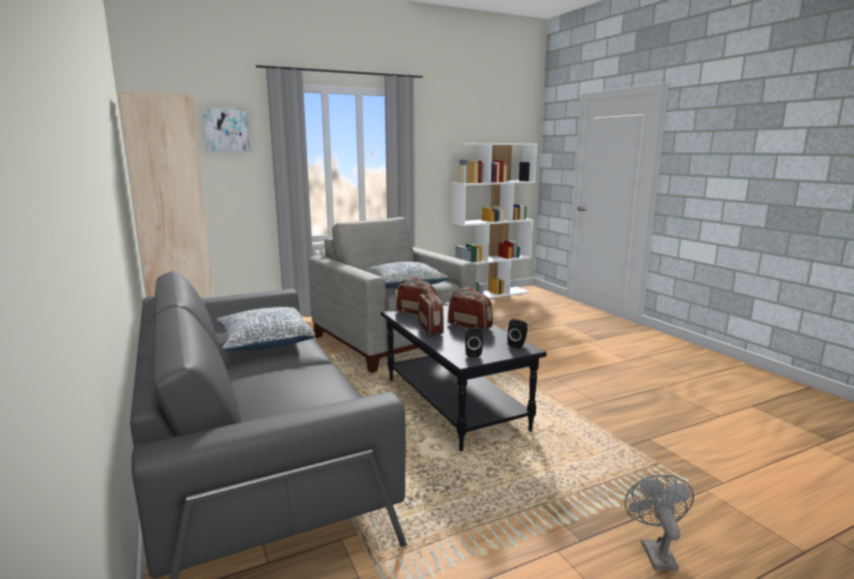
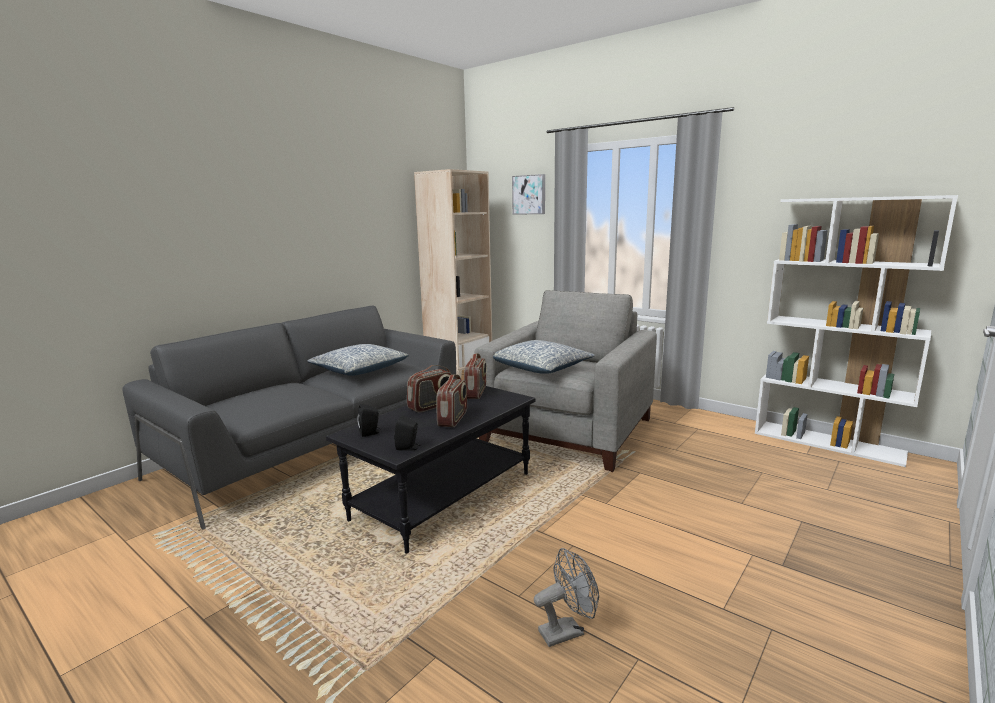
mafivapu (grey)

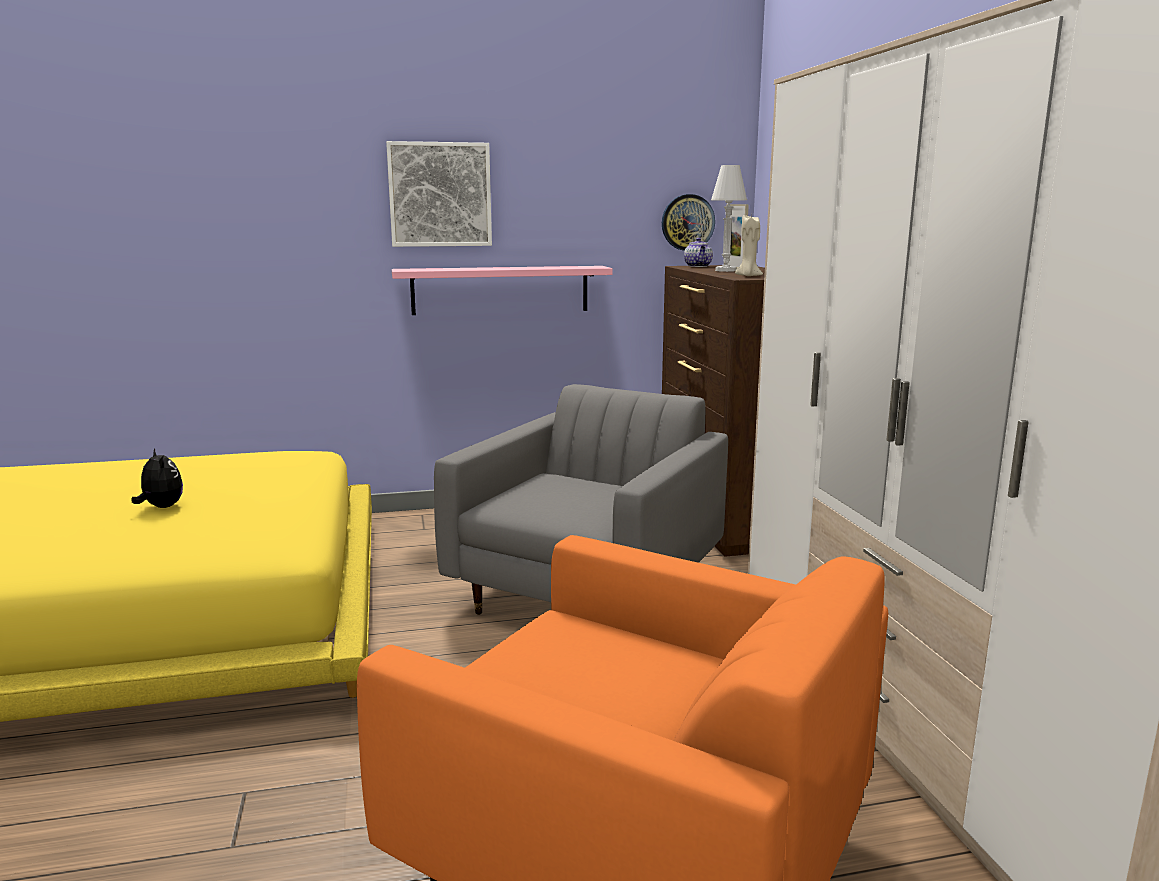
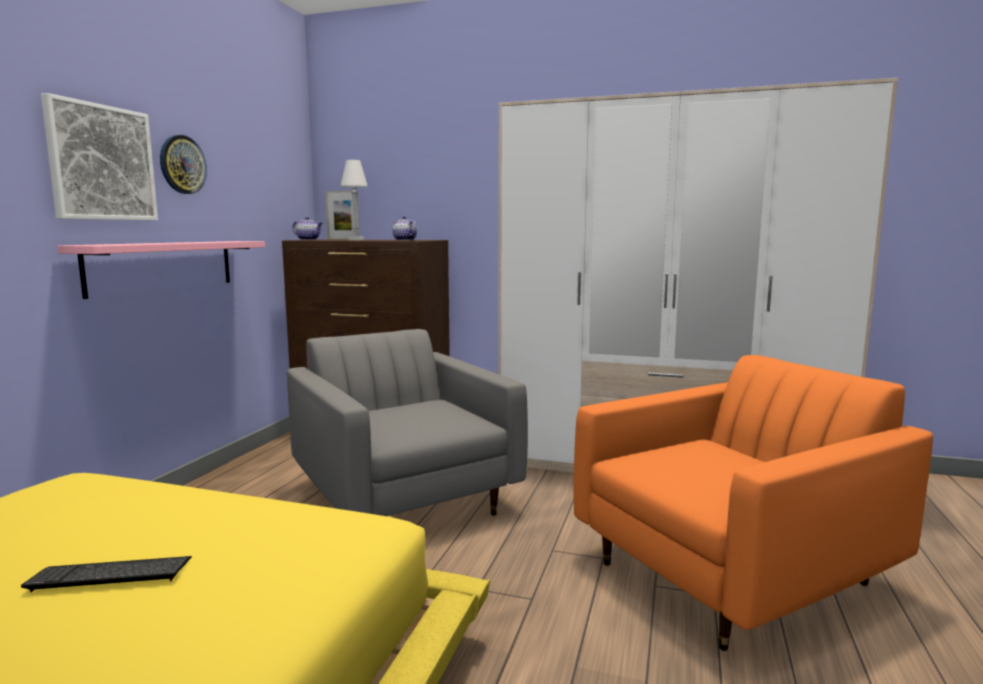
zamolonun
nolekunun
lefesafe (no. 2 from left)

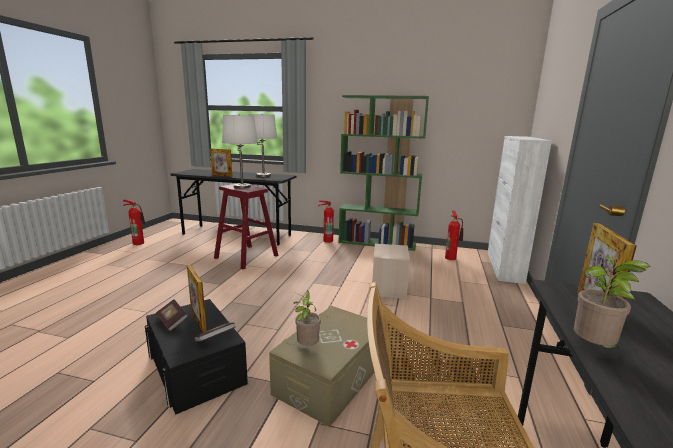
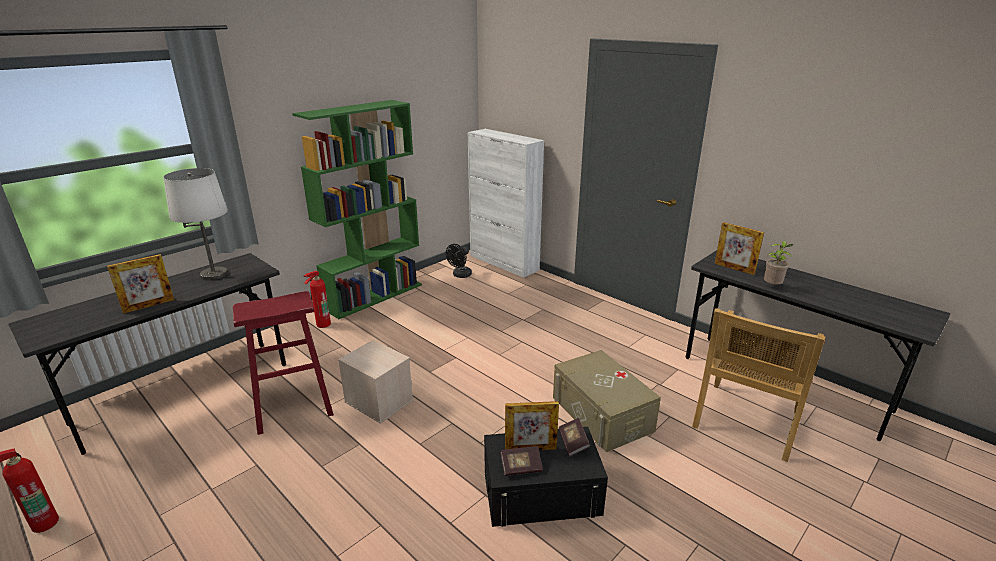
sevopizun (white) (no. 1 from left in the first image)
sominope (no. 1 from left in the first image)
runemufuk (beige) (no. 1 from left)
mafivapu (black)

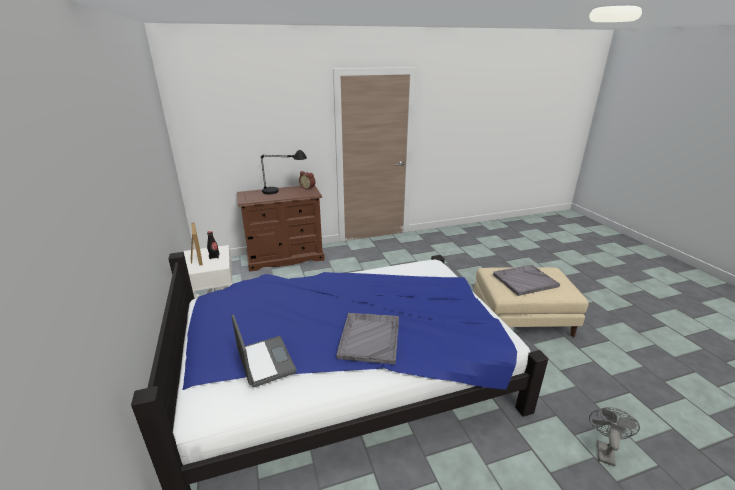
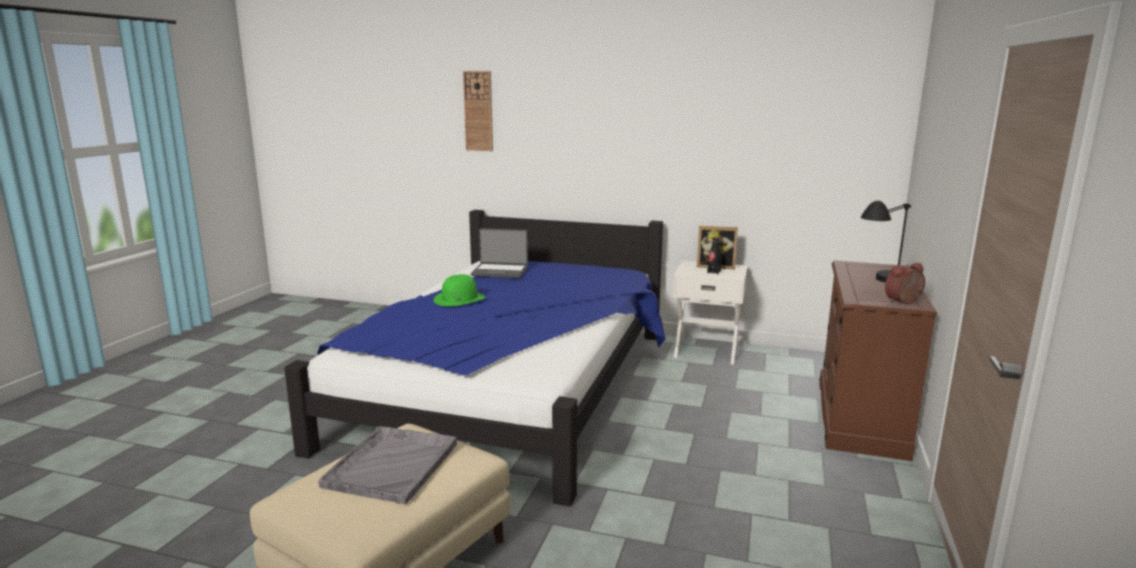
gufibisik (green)
mafivapu (grey)
nolekunun

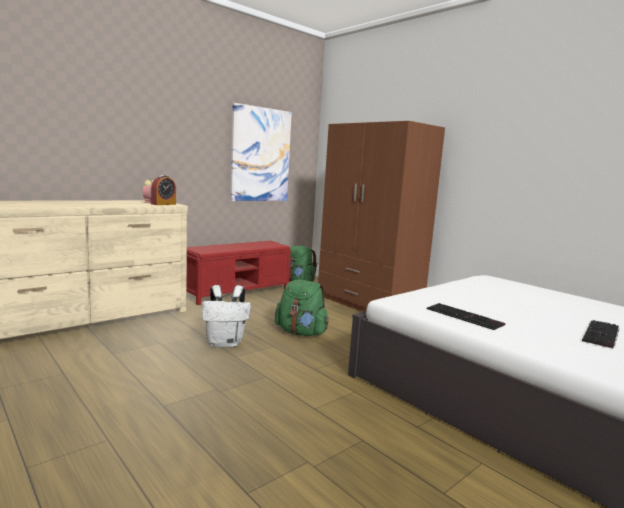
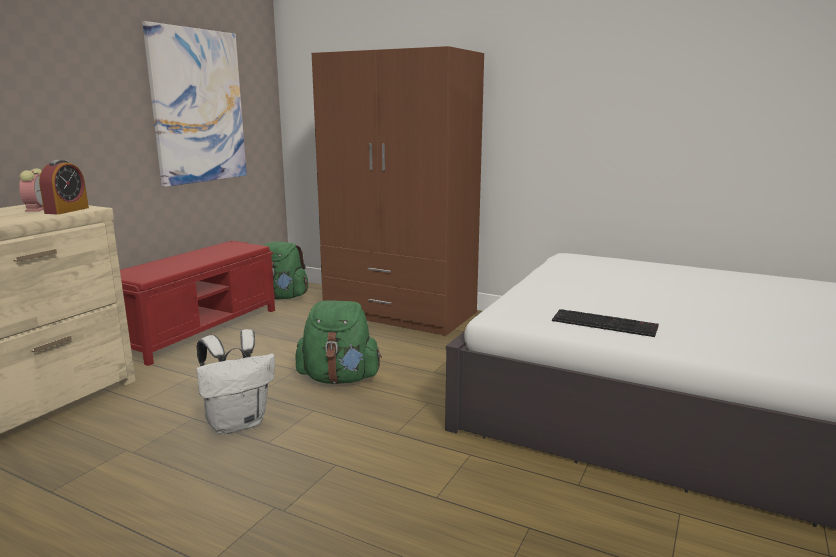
zamolonun (no. 2 from left in the first image)

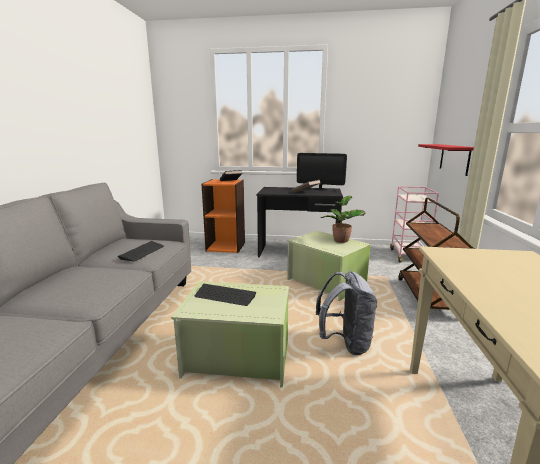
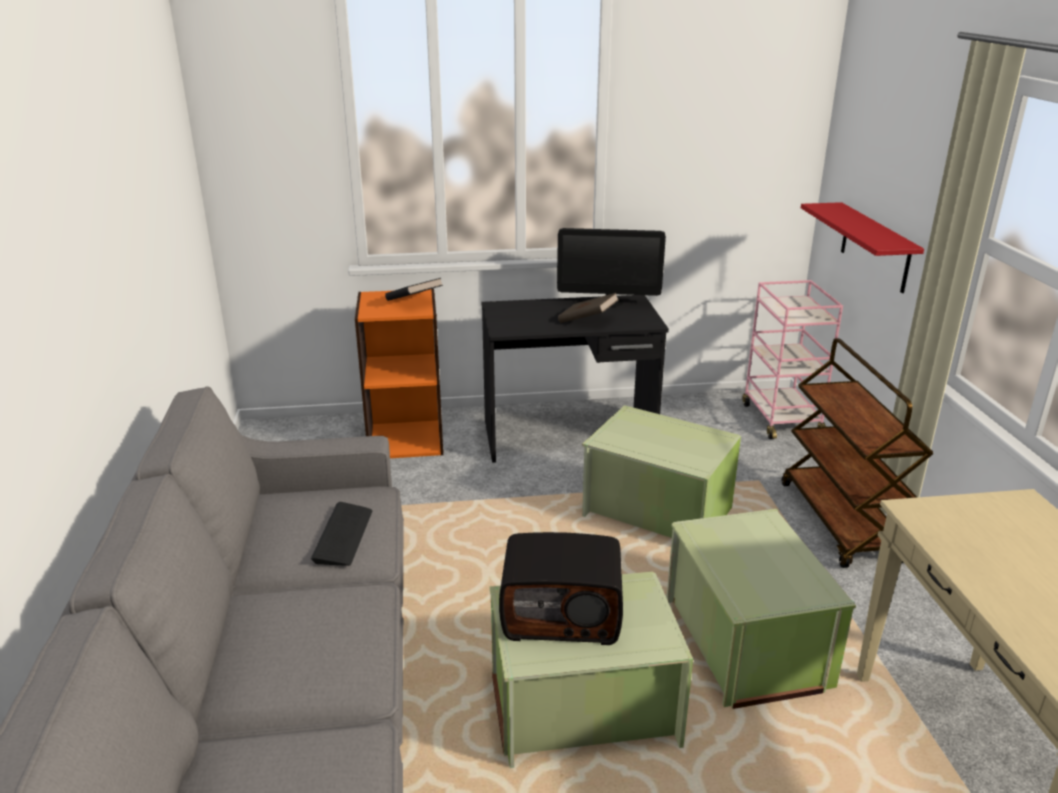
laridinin
runemufuk (green) (no. 3 from left)
sominope

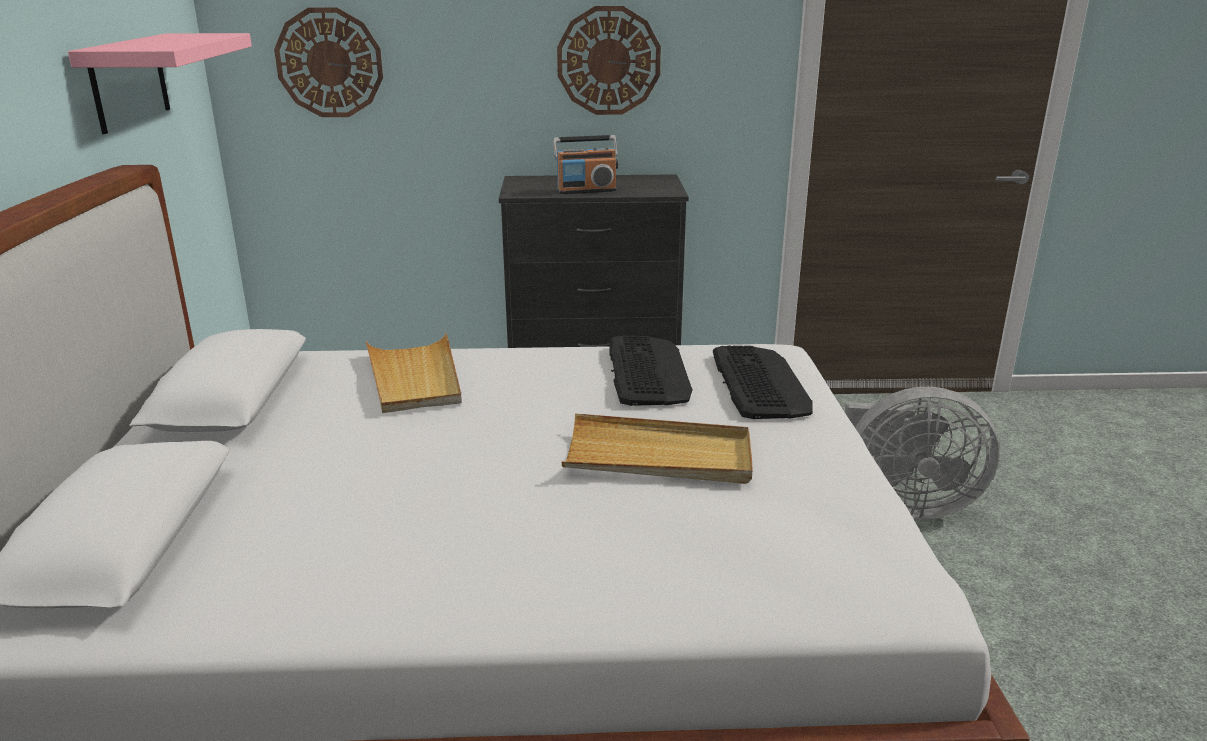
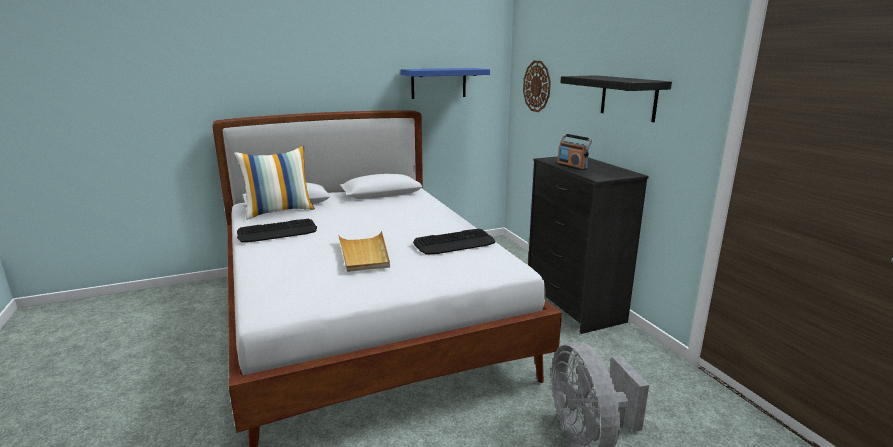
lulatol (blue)
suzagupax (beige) (no. 1 from left in the first image)
lulatol (black)
zamolonun (no. 1 from left)
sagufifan

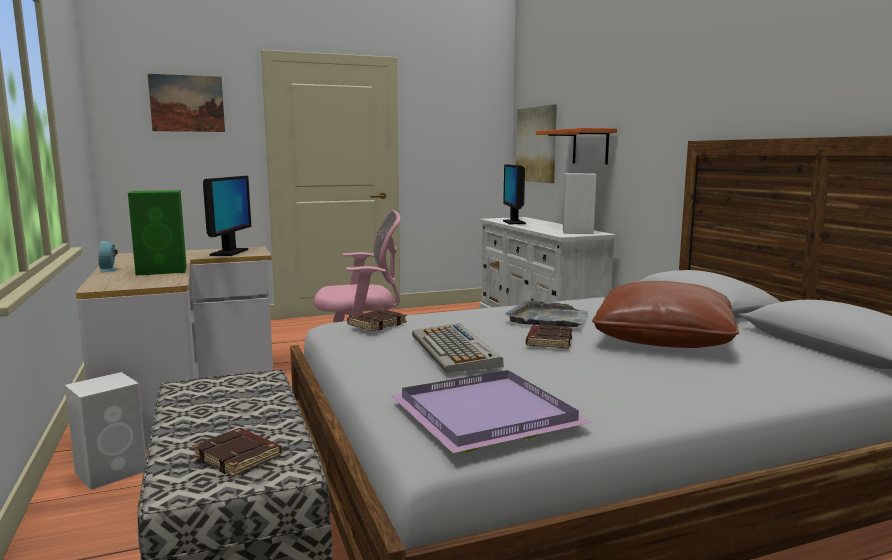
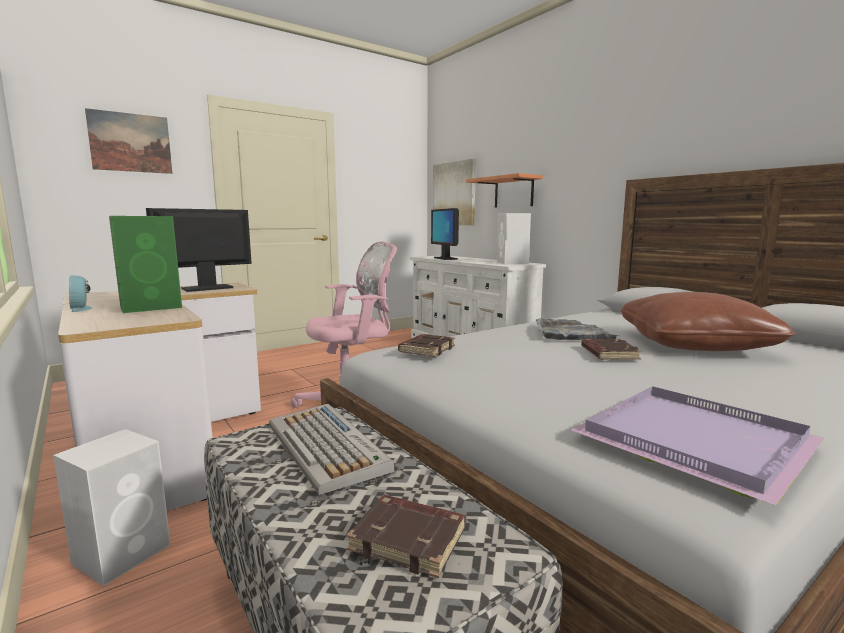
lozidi (no. 1 from left)
zamolonun

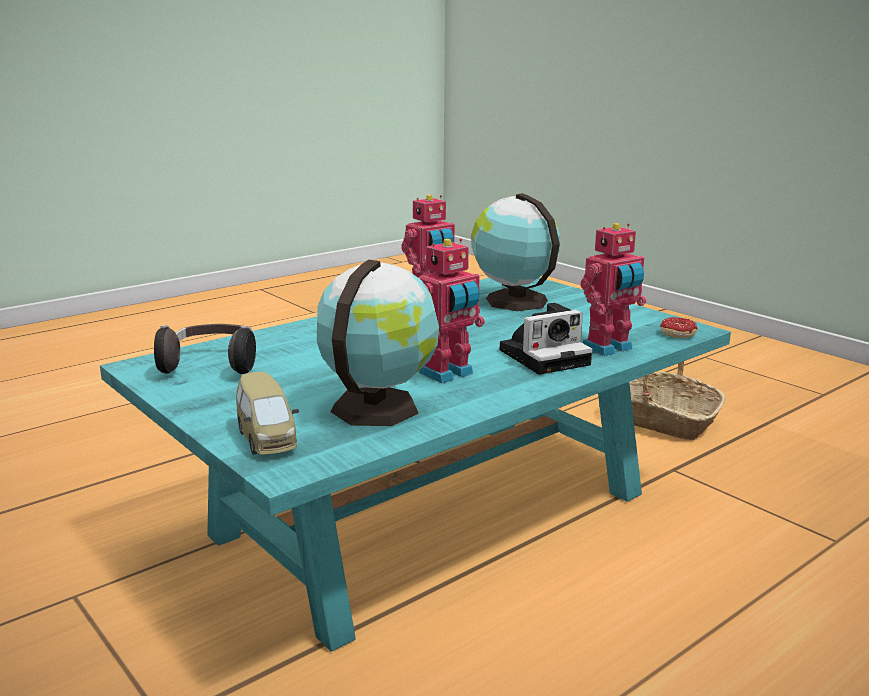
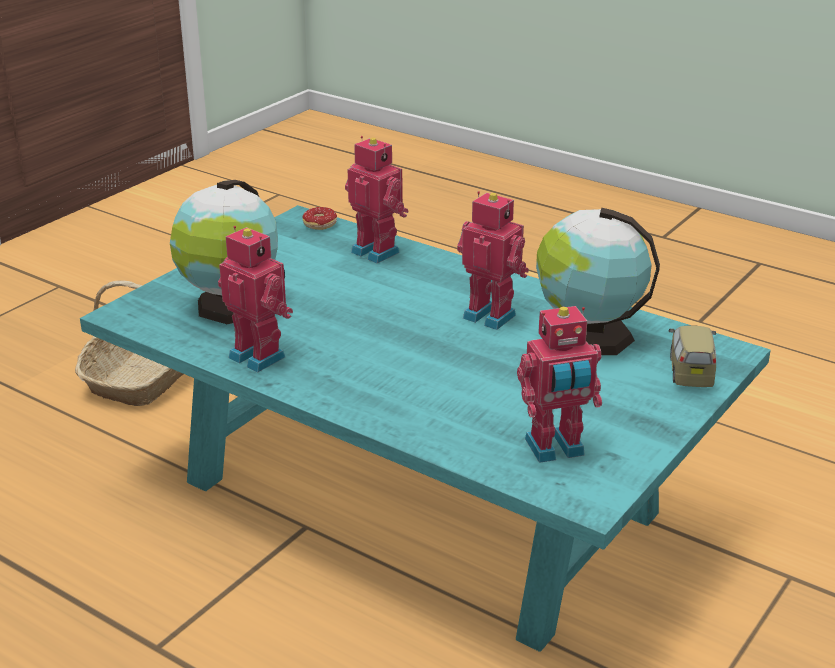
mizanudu (no. 4 from left)
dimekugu
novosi

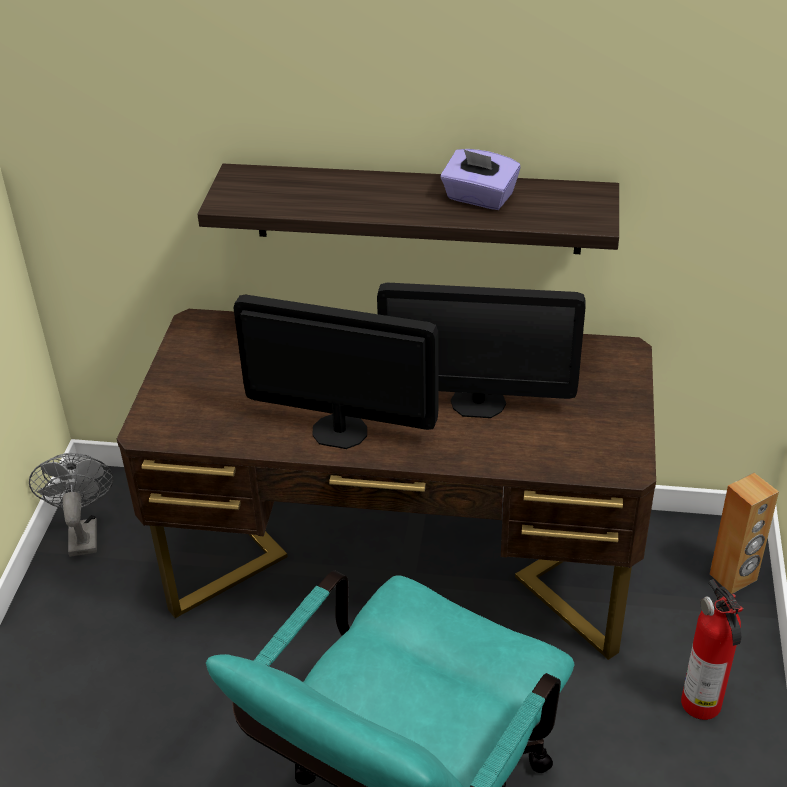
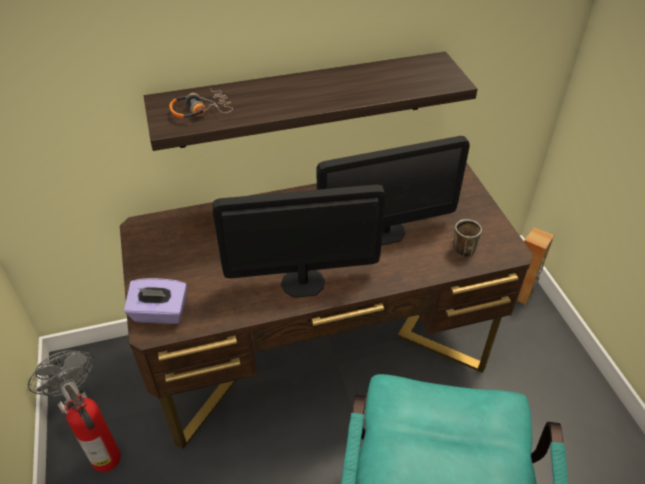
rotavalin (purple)
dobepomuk
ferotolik
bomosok

